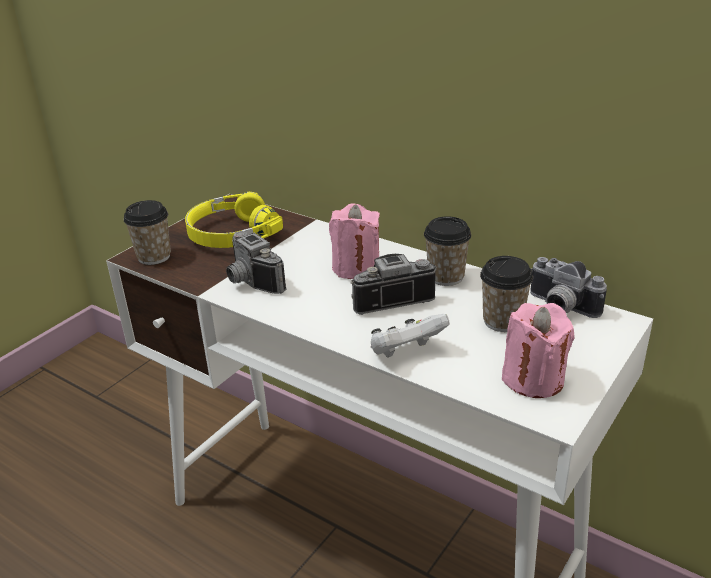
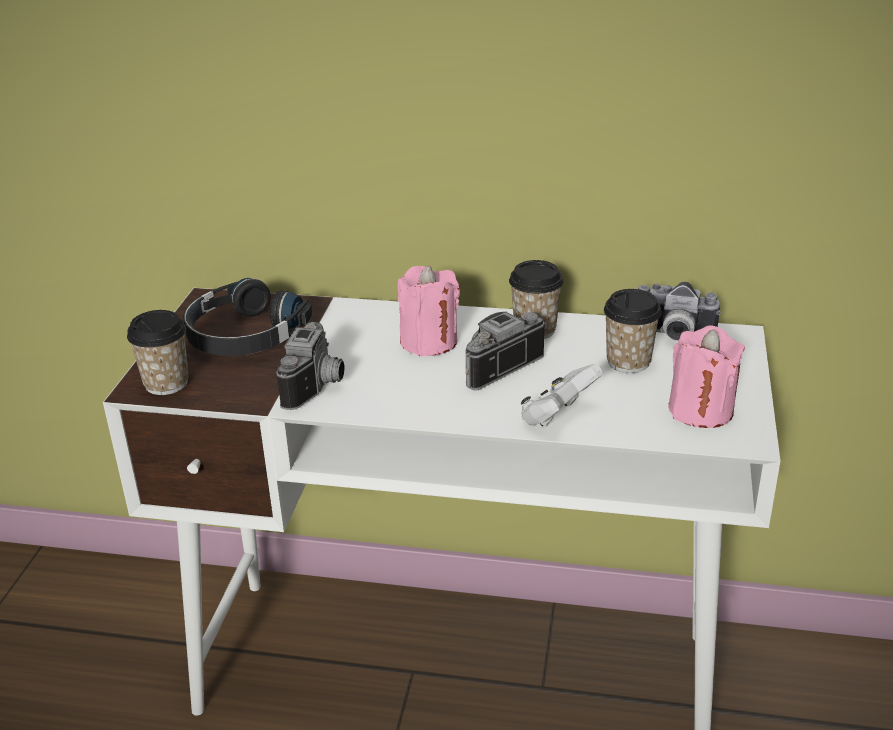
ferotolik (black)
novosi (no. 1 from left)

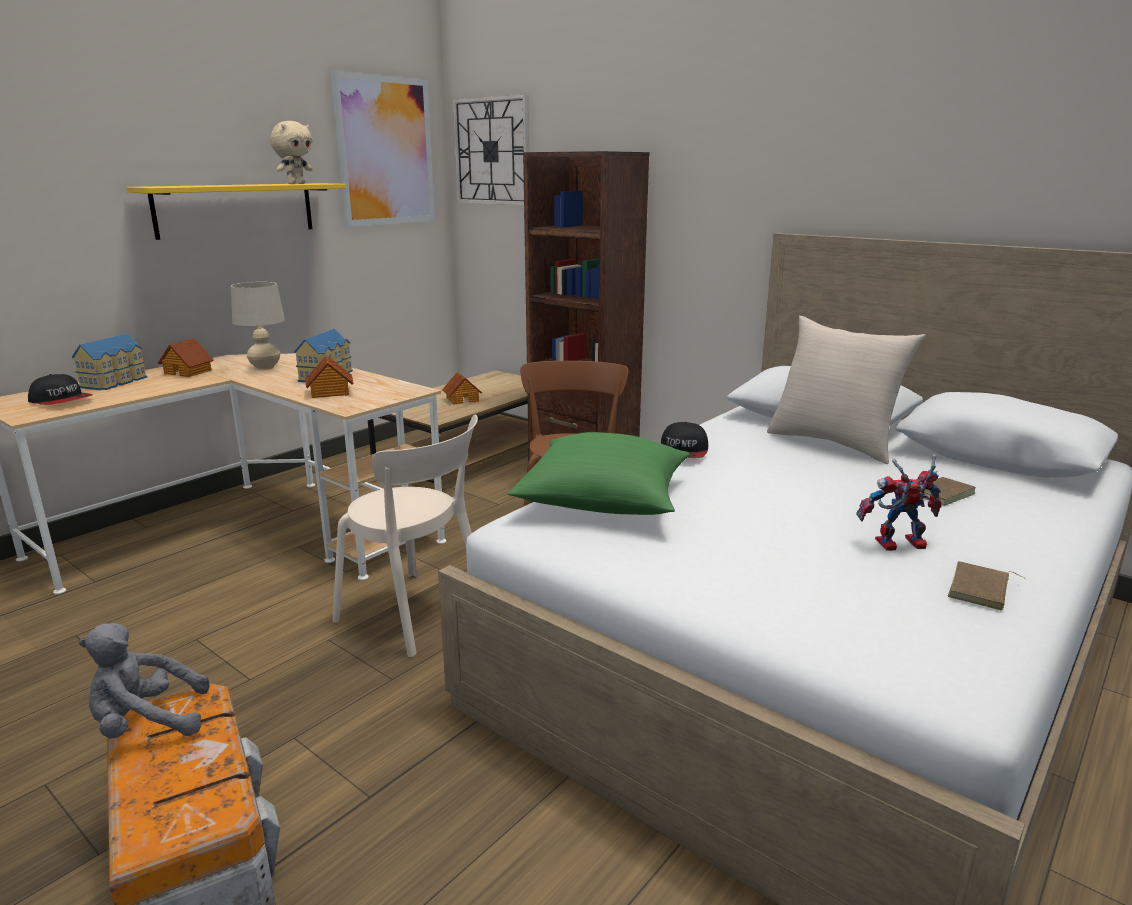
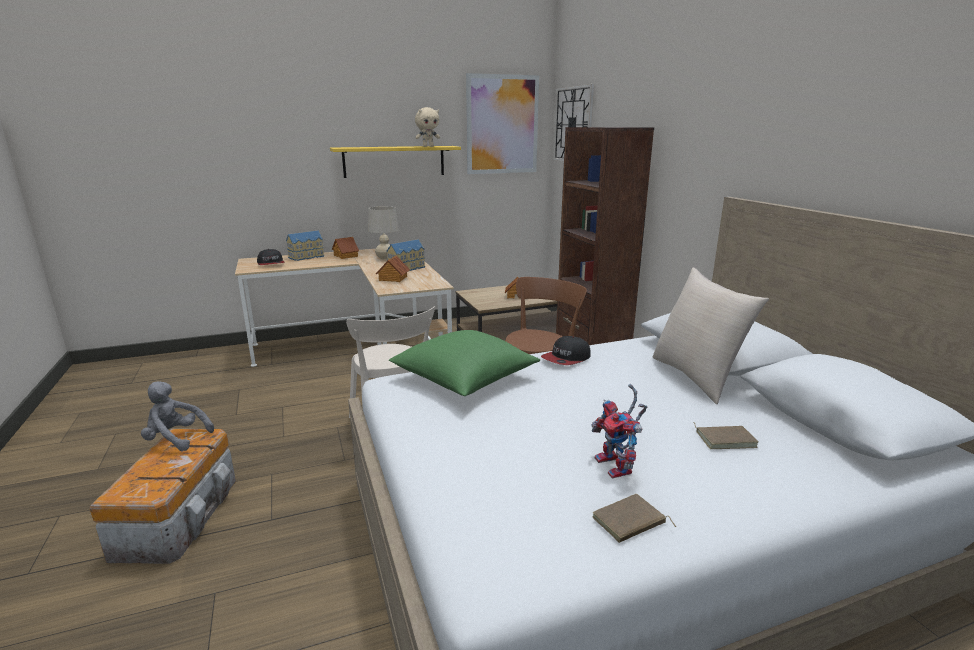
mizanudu

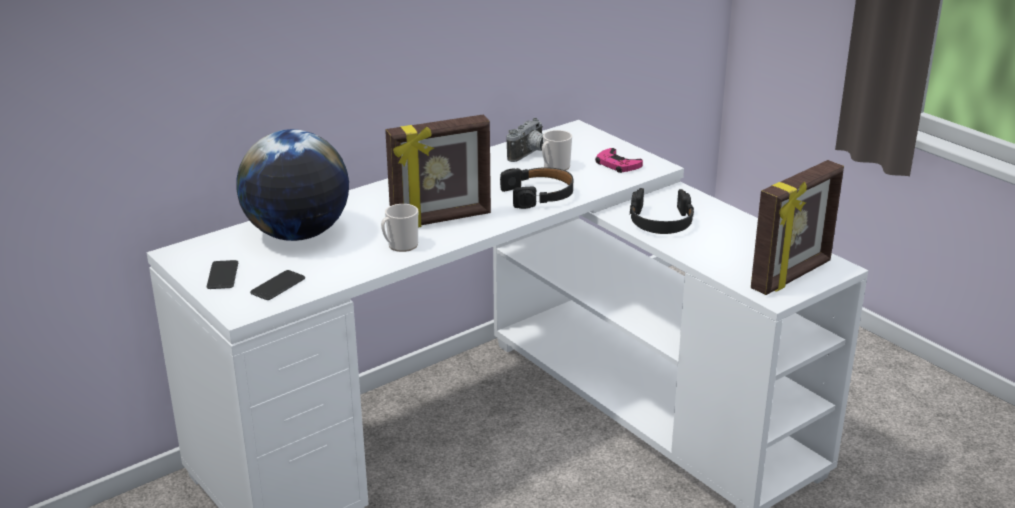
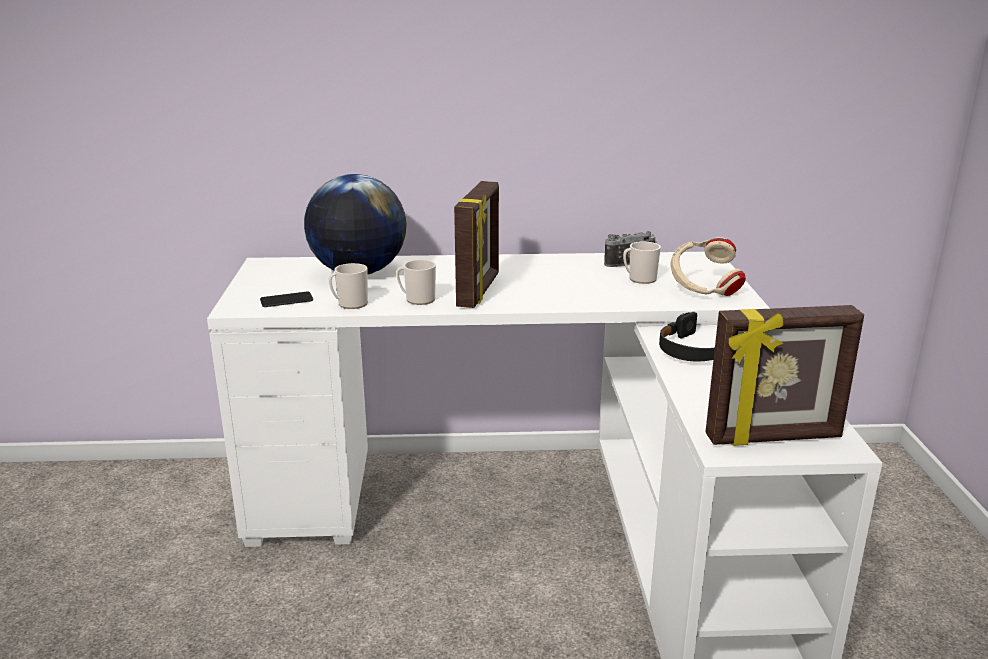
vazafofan (no. 1 from left in the first image)
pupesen (no. 1 from left)
ferotolik (black) (no. 1 from left in the first image)
ferotolik (beige)
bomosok (no. 1 from left)

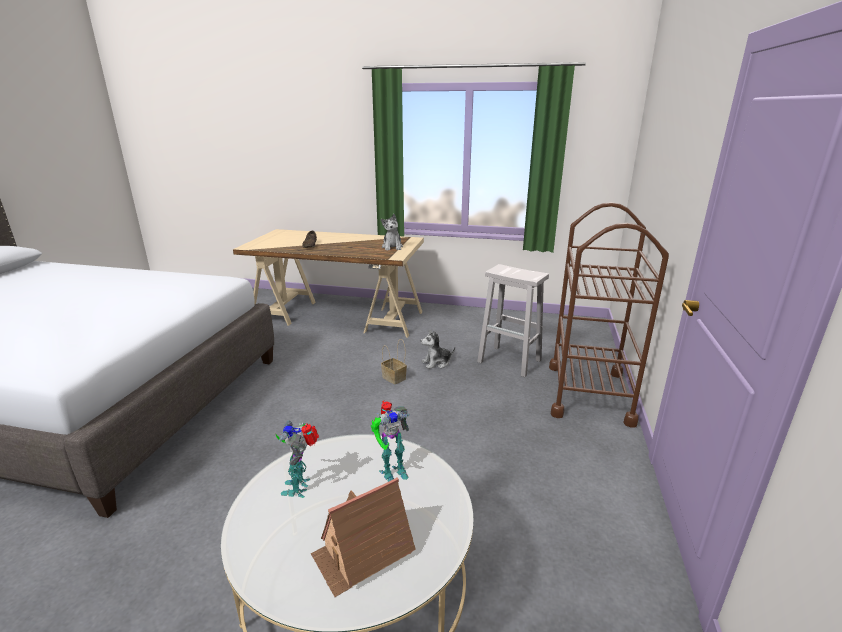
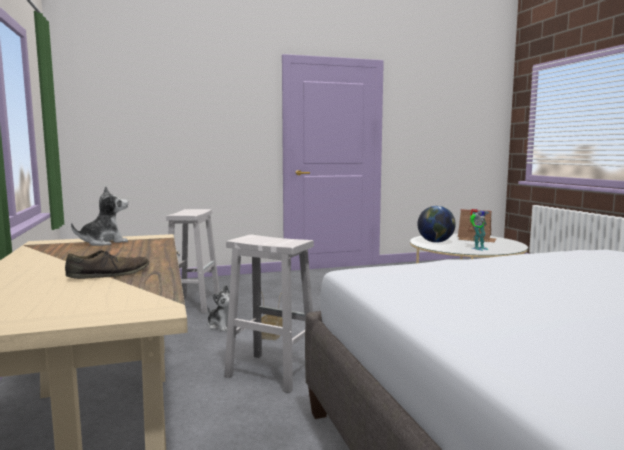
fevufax
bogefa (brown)
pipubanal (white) (no. 2 from left)

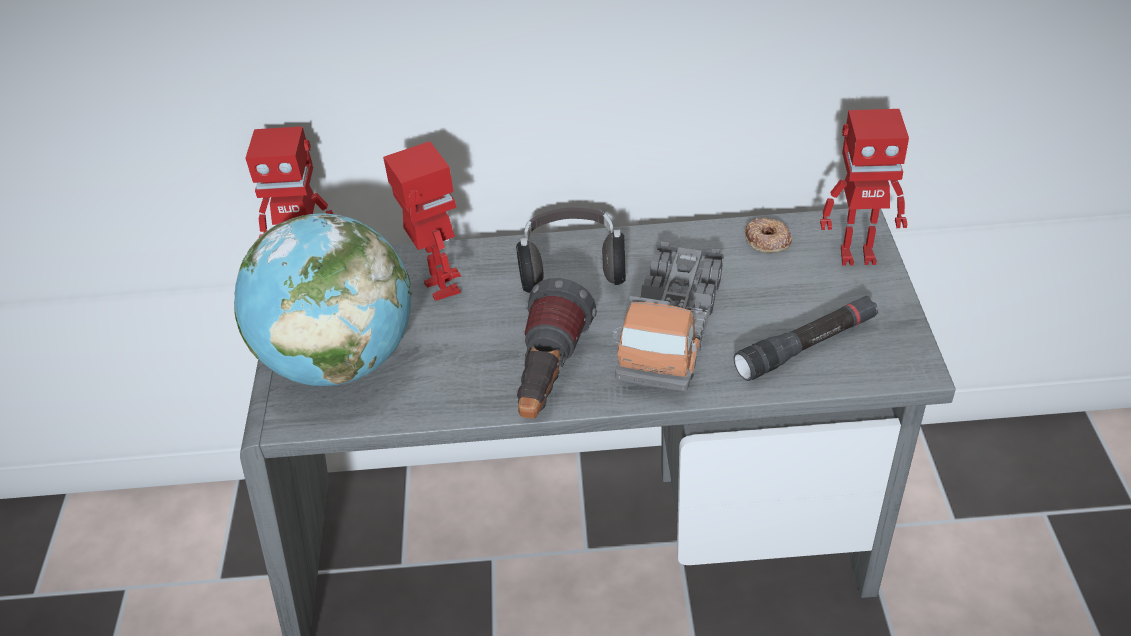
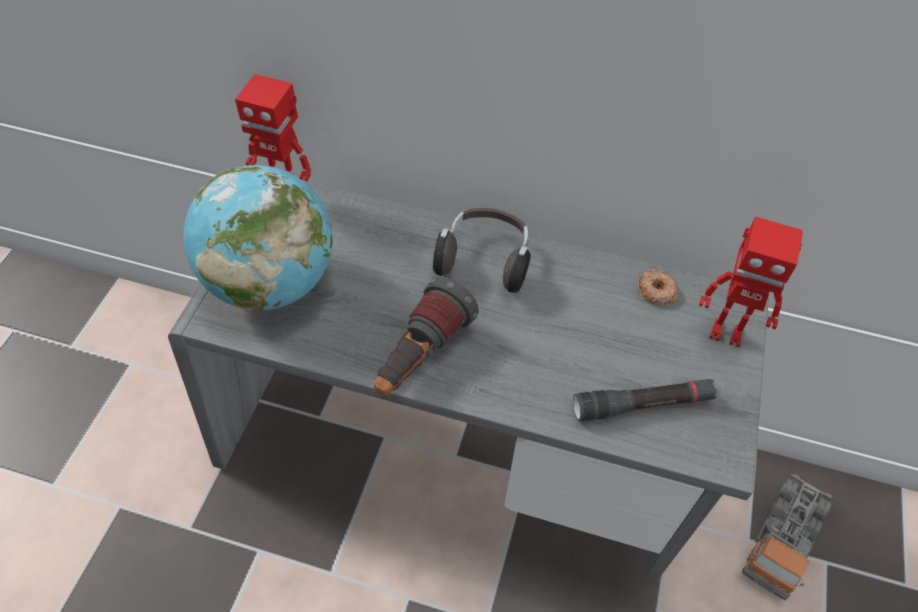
mizanudu (no. 2 from left in the first image)
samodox

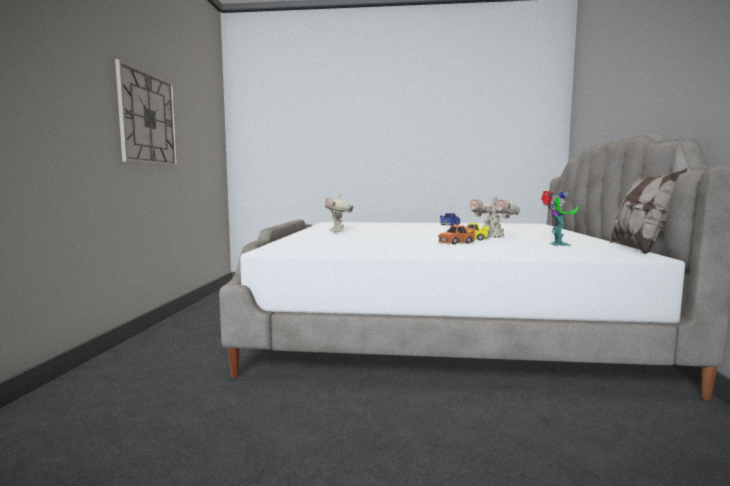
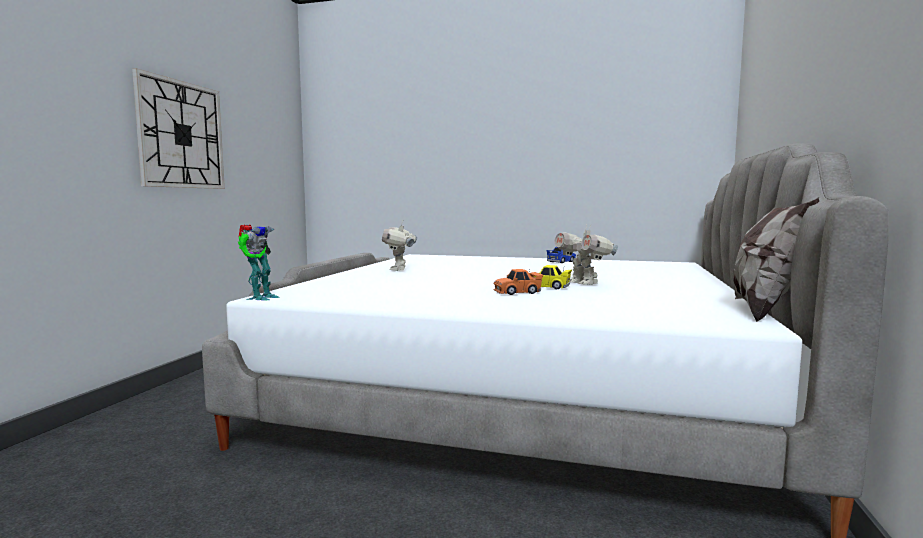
mizanudu (no. 1 from left)

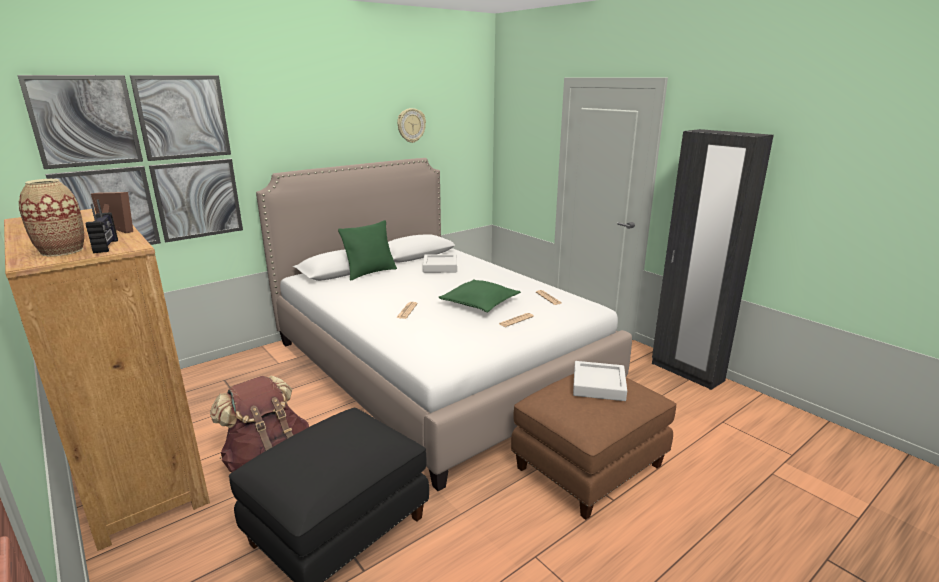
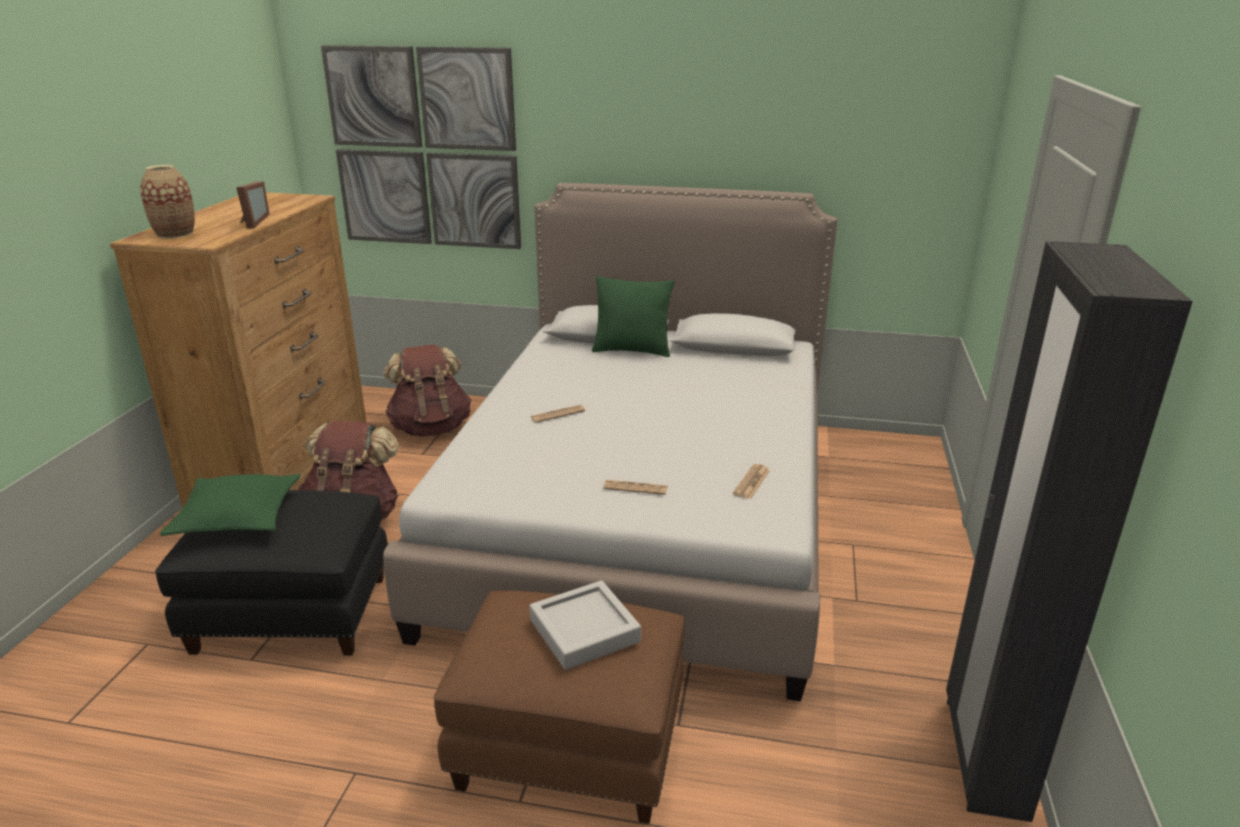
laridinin
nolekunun
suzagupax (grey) (no. 1 from left in the first image)
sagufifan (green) (no. 1 from left)
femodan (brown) (no. 2 from left)

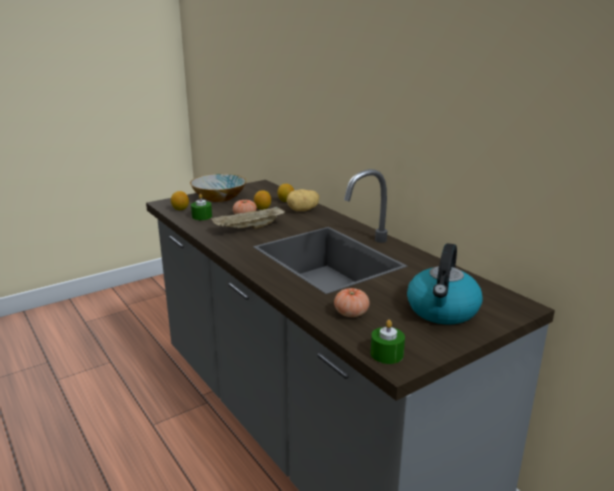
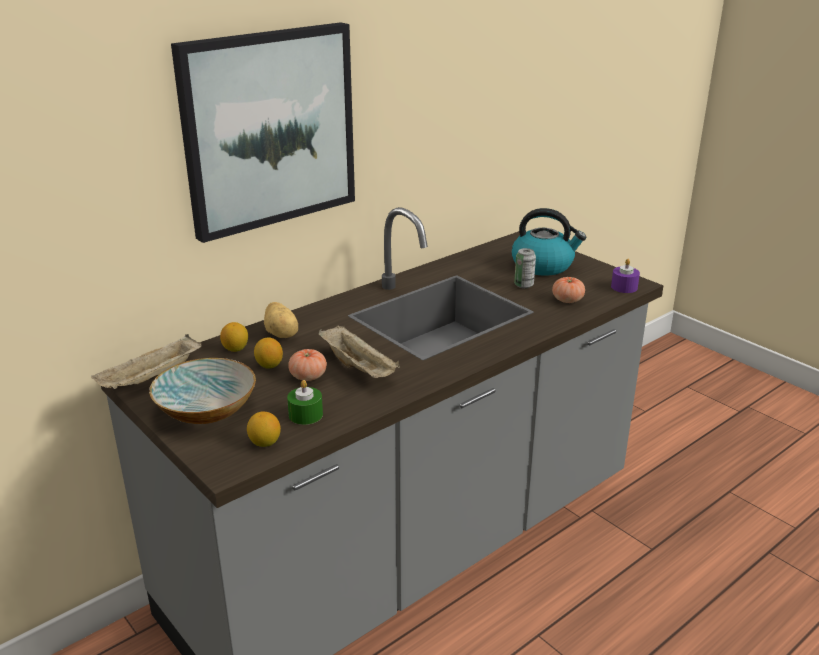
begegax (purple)
suzagupax (beige) (no. 1 from left)
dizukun
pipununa

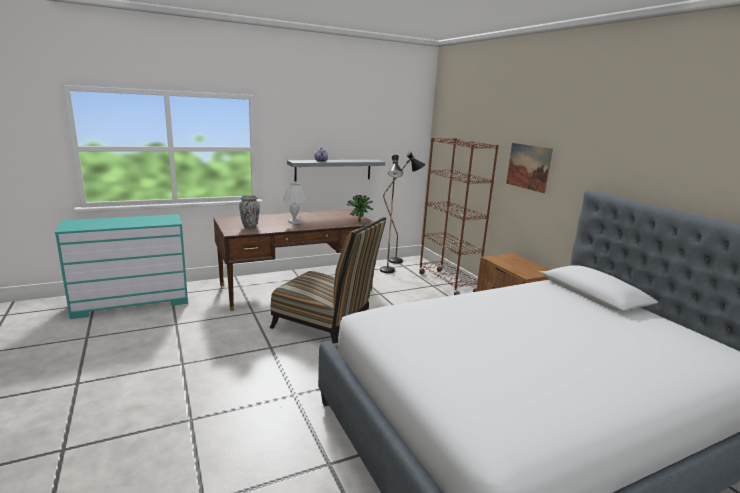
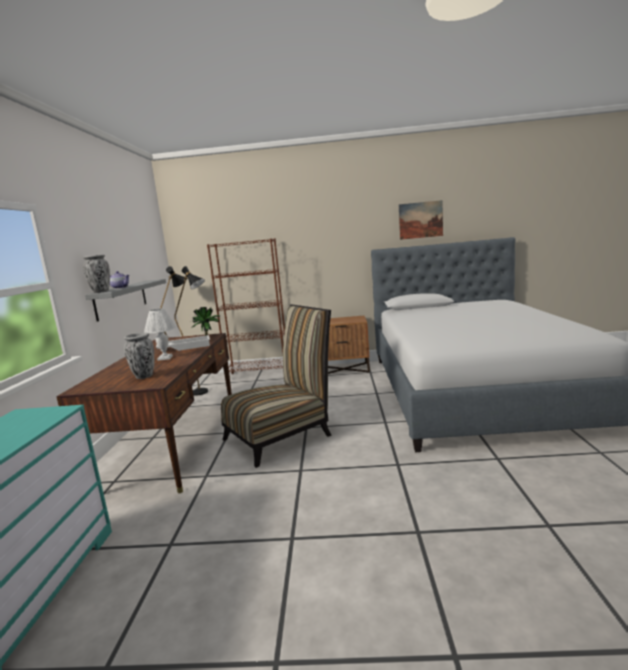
dizukun
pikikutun (no. 1 from left)
suzagupax (white)

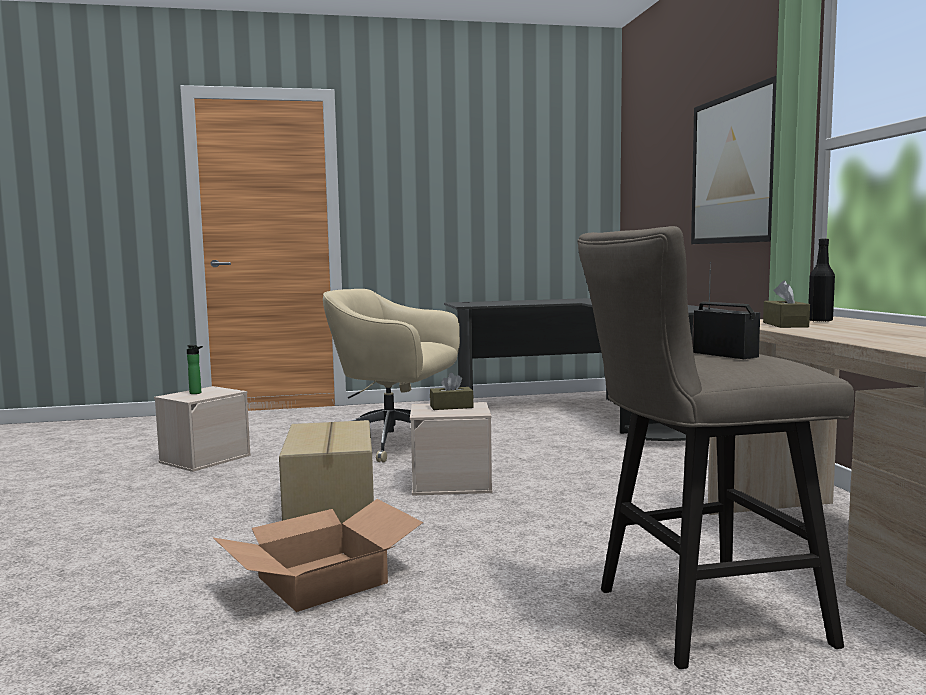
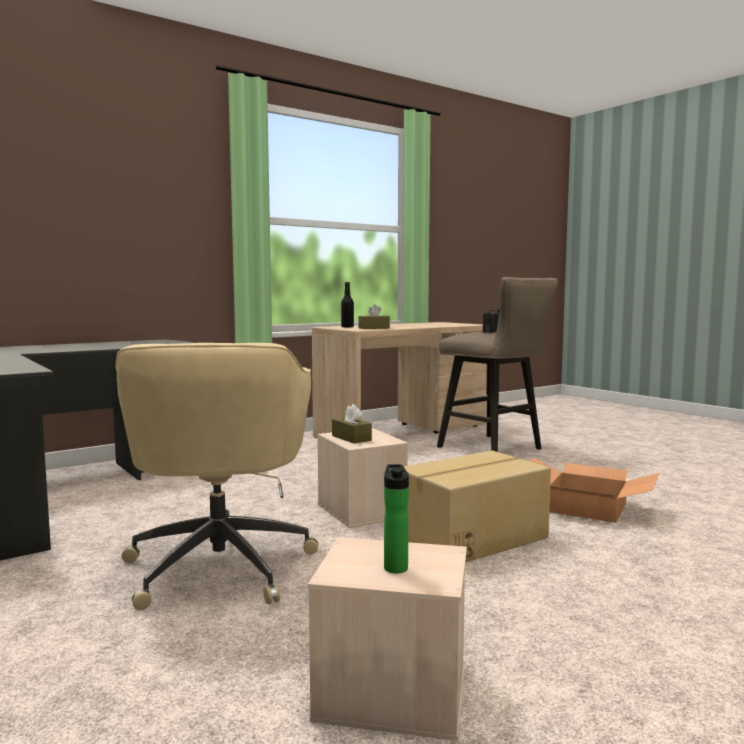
dizukun

